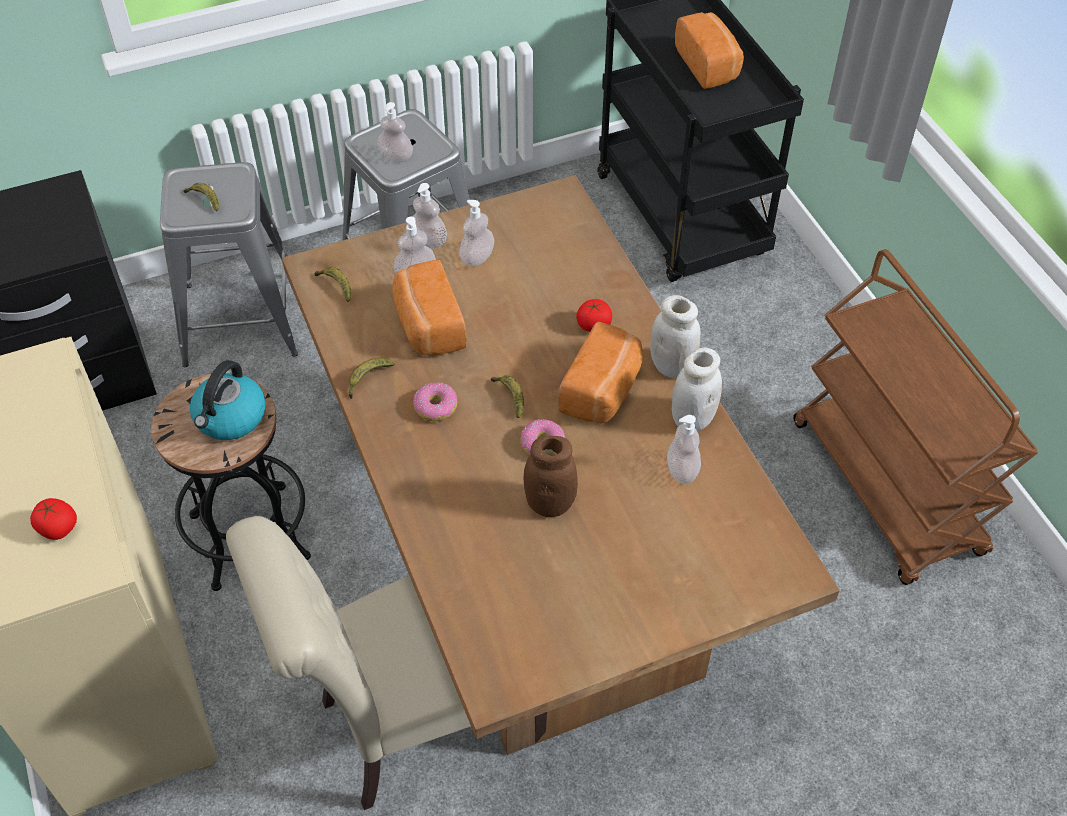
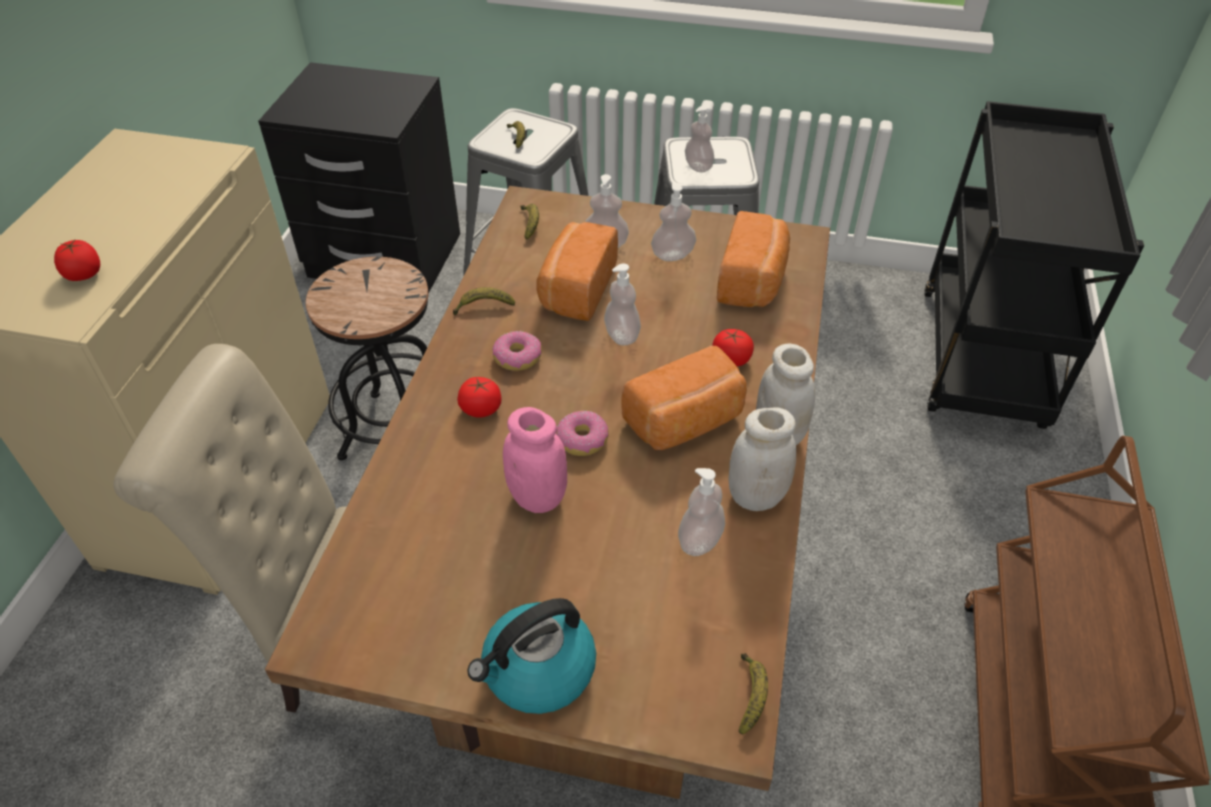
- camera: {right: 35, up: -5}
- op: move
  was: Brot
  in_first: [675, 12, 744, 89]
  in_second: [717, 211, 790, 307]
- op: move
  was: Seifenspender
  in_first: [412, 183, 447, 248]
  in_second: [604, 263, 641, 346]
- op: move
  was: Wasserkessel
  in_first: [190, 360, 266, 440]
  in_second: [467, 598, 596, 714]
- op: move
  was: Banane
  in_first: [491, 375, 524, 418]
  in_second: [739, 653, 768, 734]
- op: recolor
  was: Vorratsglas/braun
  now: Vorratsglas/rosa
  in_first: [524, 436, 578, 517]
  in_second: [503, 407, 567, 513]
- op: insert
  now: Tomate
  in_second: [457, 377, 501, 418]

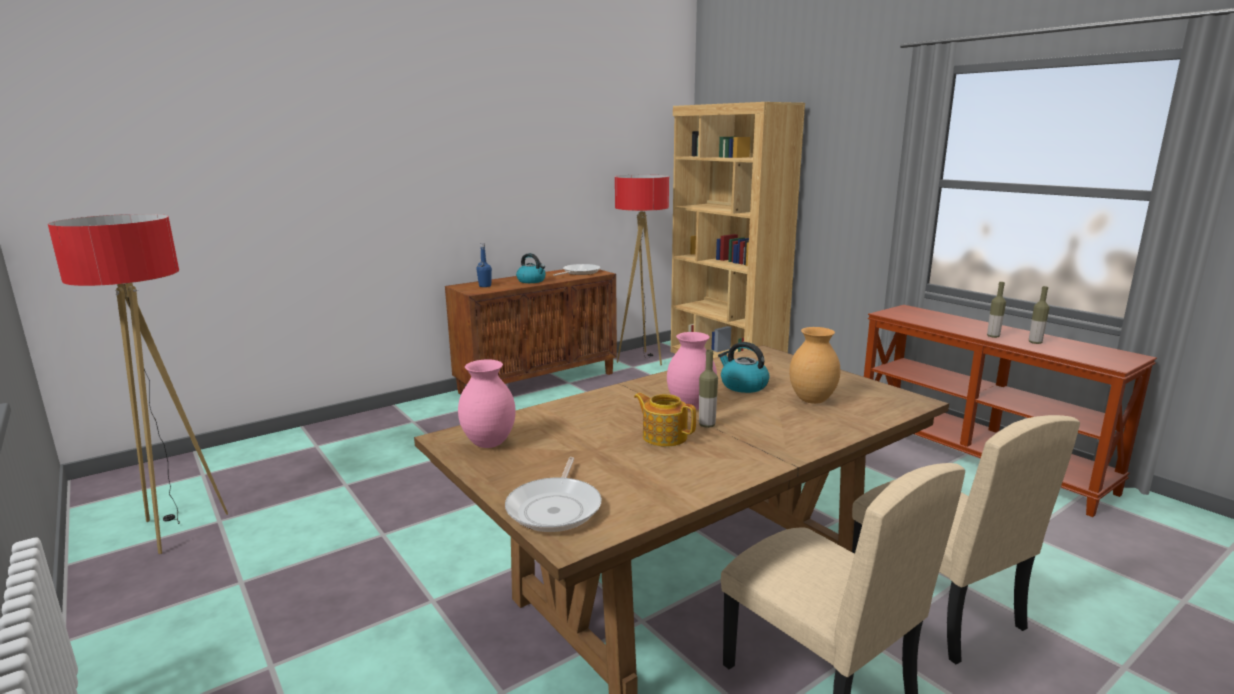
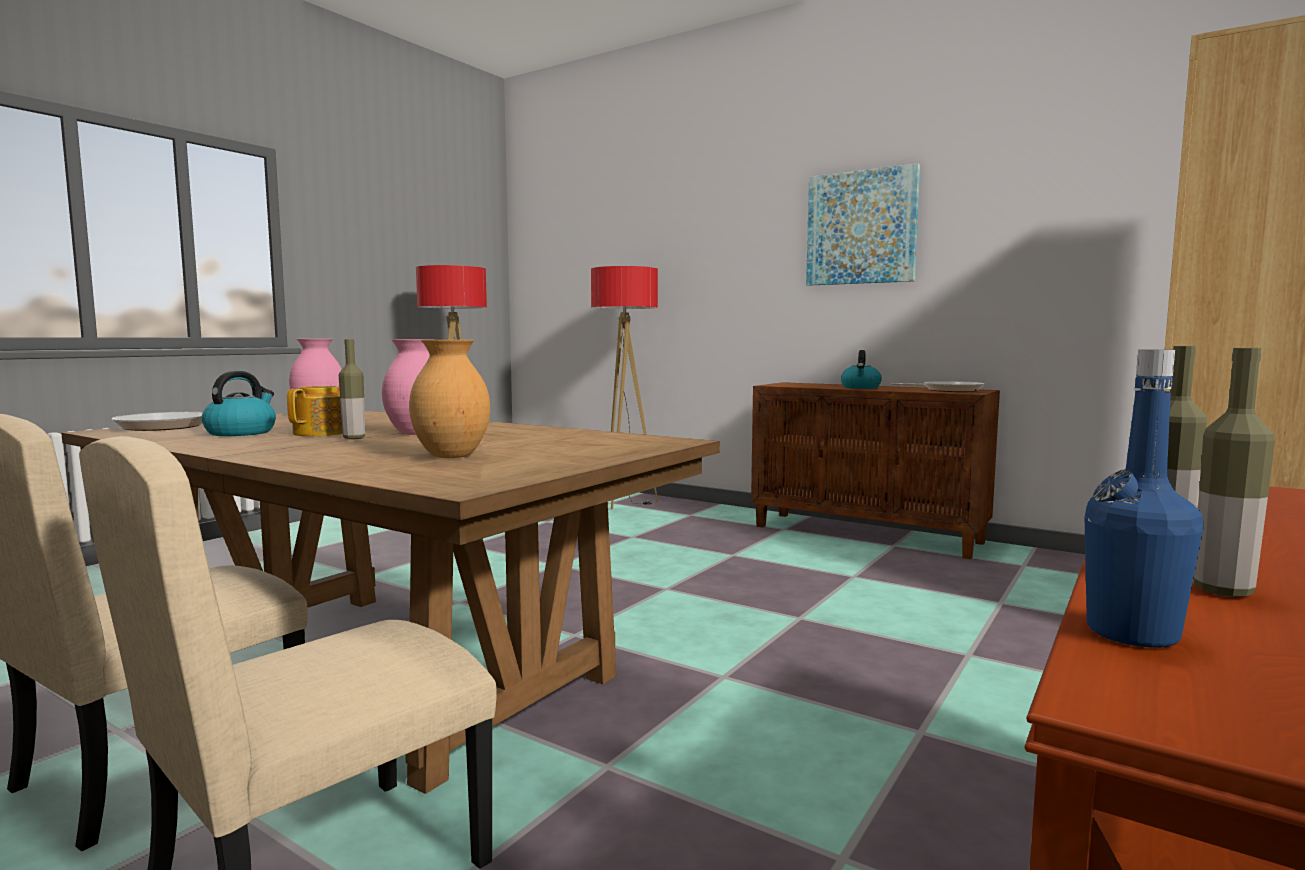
- camera: {right: 70, up: -10}
- op: move
  was: Stehlampe
  in_first: [615, 175, 669, 365]
  in_second: [591, 266, 658, 509]
- op: move
  was: Flasche/blau
  in_first: [477, 243, 492, 287]
  in_second: [1084, 350, 1203, 648]
- op: move
  was: Wasserkessel
  in_first: [718, 342, 770, 393]
  in_second: [202, 371, 276, 436]
- op: insert
  now: Bild
  in_second: [806, 163, 920, 286]

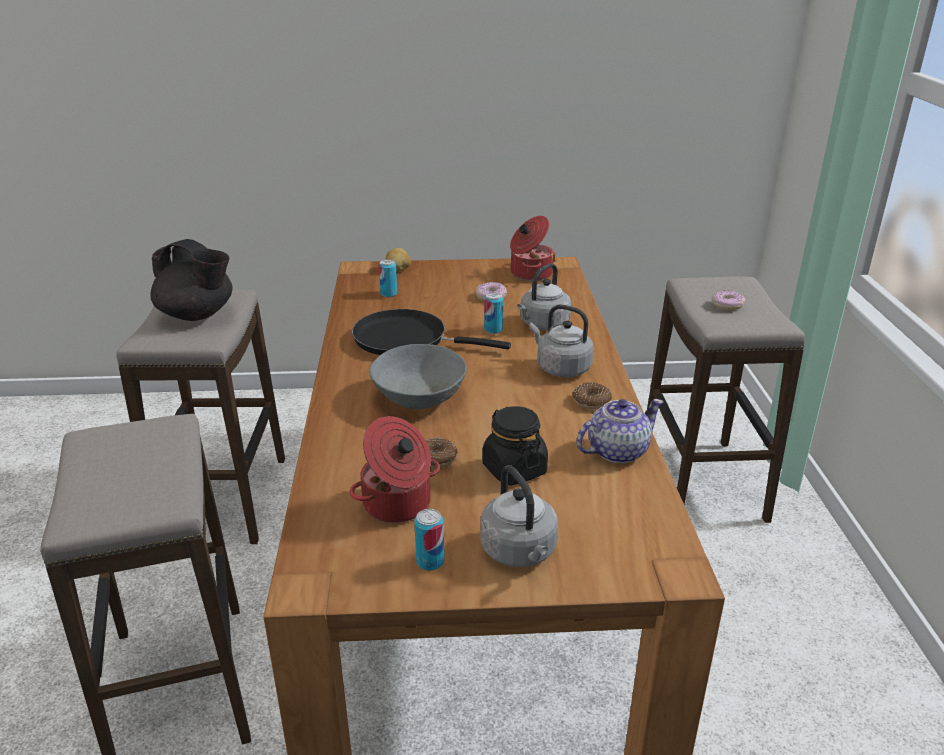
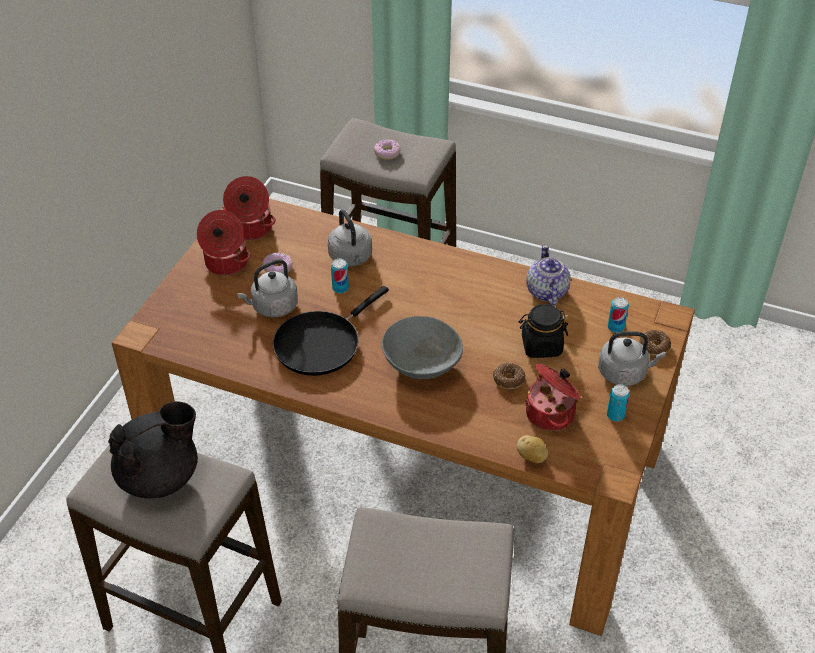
- camera: {right: -65, up: 15}
- op: move
  was: Kartoffel
  in_first: [386, 248, 411, 272]
  in_second: [517, 435, 548, 464]
- op: move
  was: Dose
  in_first: [379, 259, 397, 297]
  in_second: [608, 297, 629, 333]
- op: move
  was: Wasserkessel/grau
  in_first: [529, 304, 594, 377]
  in_second: [237, 259, 298, 317]
- op: move
  was: Donut
  in_first: [573, 382, 612, 409]
  in_second: [640, 330, 671, 356]
- op: insert
  now: Kochtopf
  in_second: [197, 210, 251, 276]

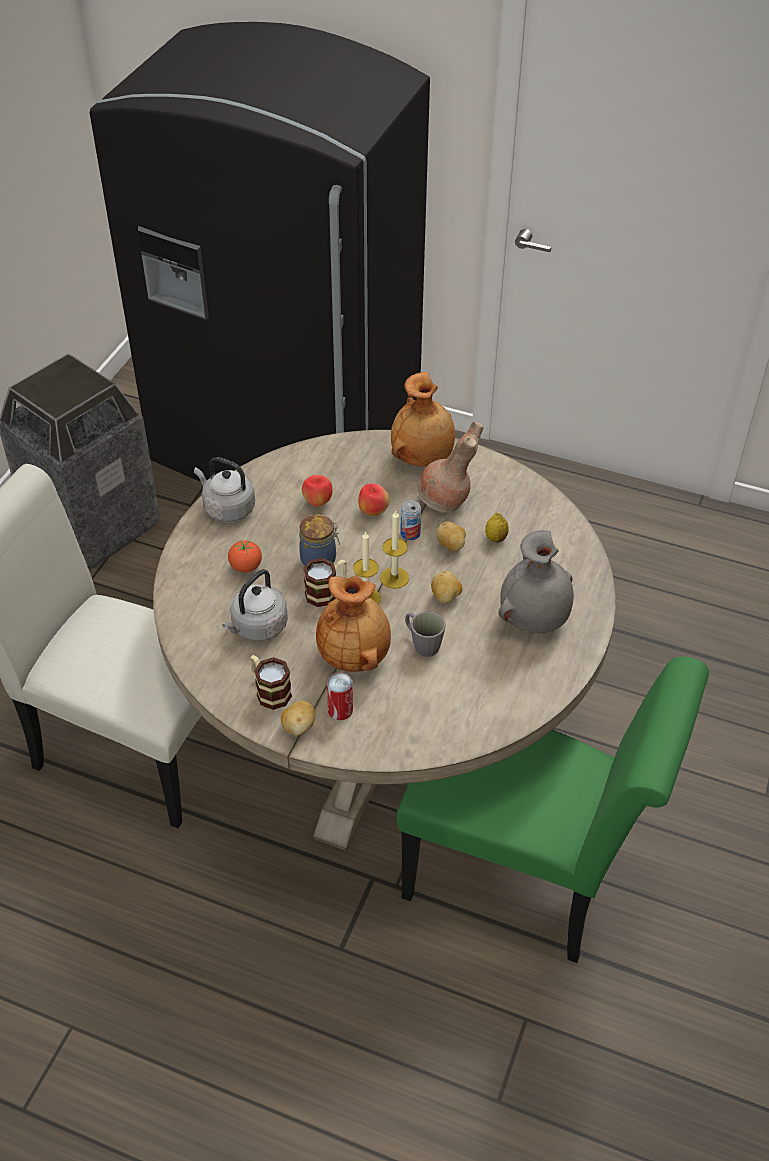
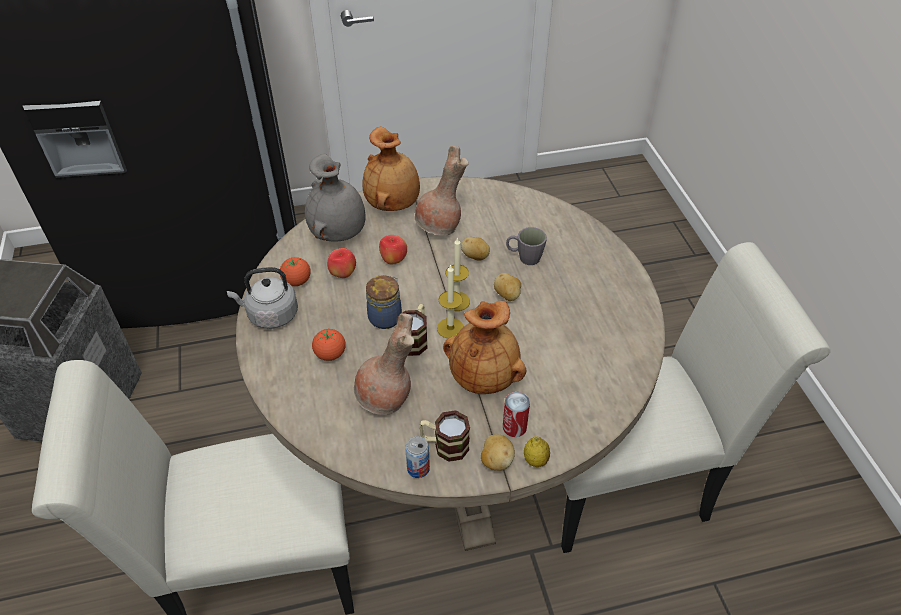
- camera: {right: -35, up: 0}
- op: move
  was: Dose
  in_first: [400, 500, 421, 540]
  in_second: [405, 436, 430, 478]
- op: move
  was: Zitrone
  in_first: [485, 513, 509, 543]
  in_second: [524, 436, 550, 467]
- op: move
  was: Vase/grau
  in_first: [498, 530, 574, 634]
  in_second: [305, 154, 366, 242]
- op: replace
  was: Wasserkessel/grau
  now: Vase/braun
  in_first: [222, 569, 288, 641]
  in_second: [354, 313, 414, 415]
- op: move
  was: Henkelbecher/grau
  in_first: [405, 612, 446, 657]
  in_second: [506, 227, 547, 265]
- op: recolor
  was: Stuhl/grün
  now: Stuhl/weiß
  in_first: [397, 657, 709, 963]
  in_second: [561, 242, 831, 553]
- op: insert
  now: Tomate
  in_second: [280, 257, 311, 286]

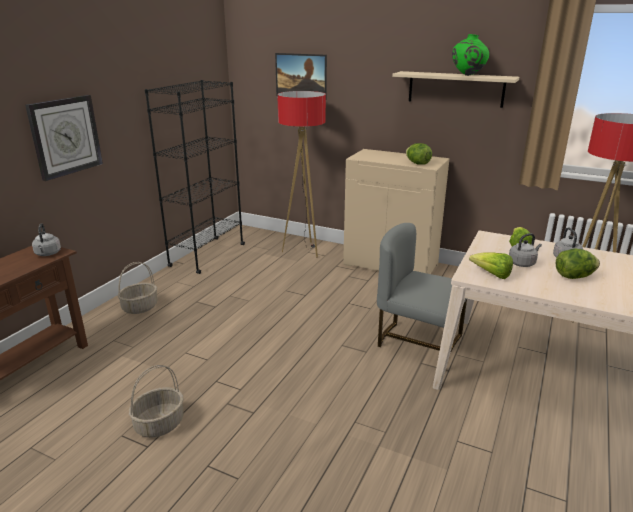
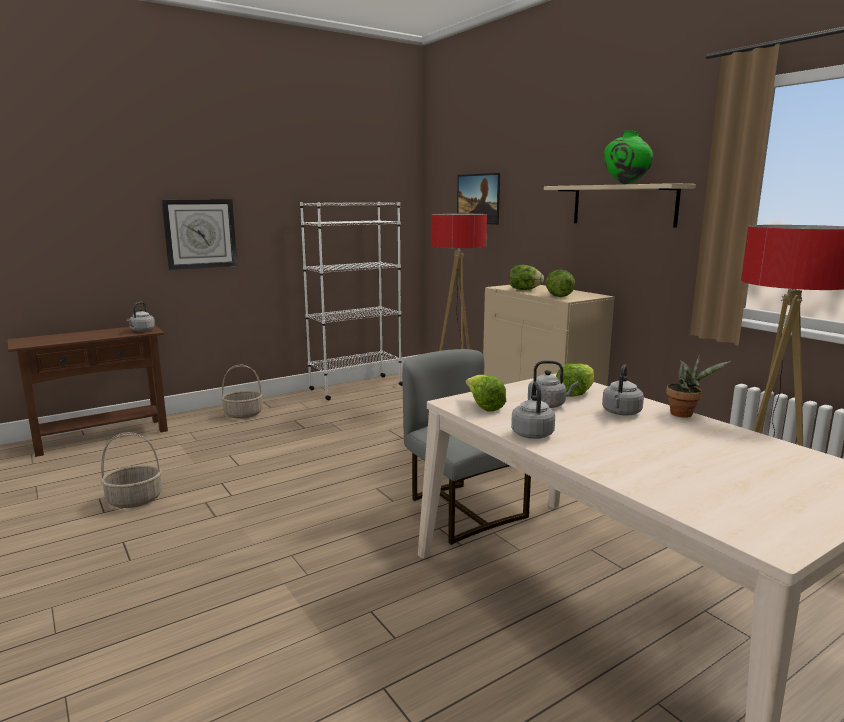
- camera: {right: 30, up: -10}
- op: recolor
  was: Bücherregal/schwarz
  now: Bücherregal/weiß
  in_first: [145, 80, 245, 274]
  in_second: [300, 202, 403, 400]
- op: move
  was: Salatkopf
  in_first: [556, 248, 600, 279]
  in_second: [509, 265, 544, 290]
- op: insert
  now: Topfpflanze
  in_second: [666, 355, 731, 418]
- op: insert
  now: Wasserkessel/grau
  in_second: [511, 382, 555, 439]

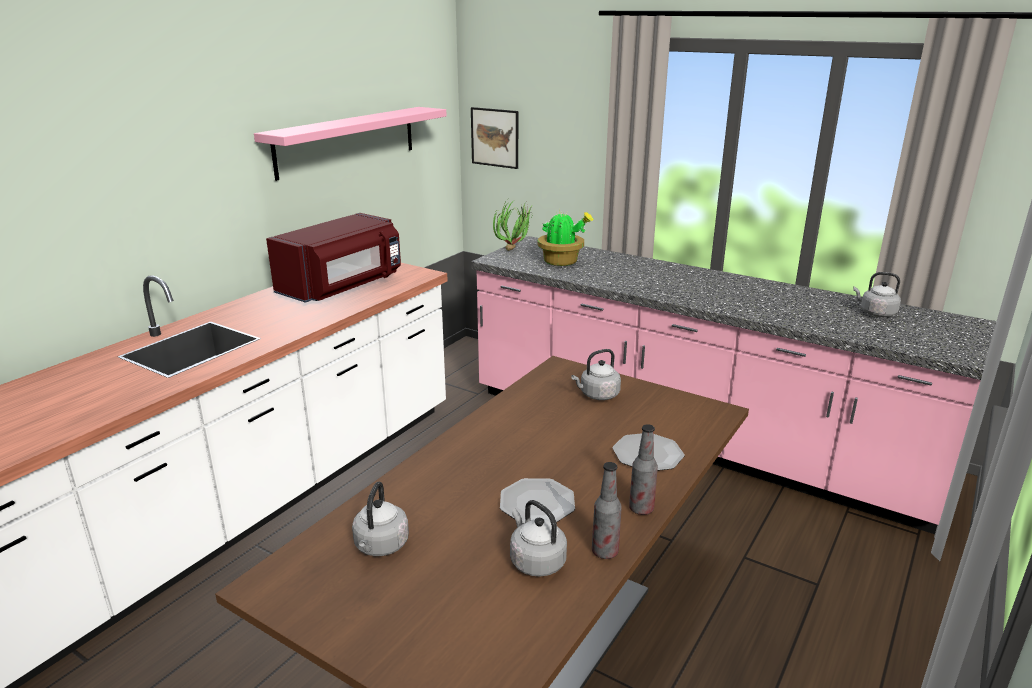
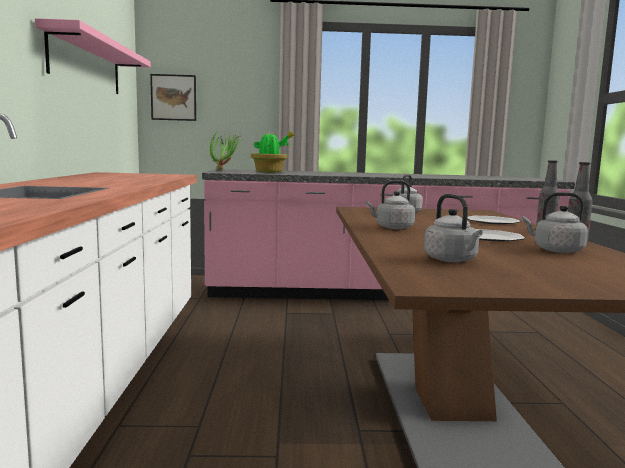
- camera: {right: -35, up: -15}
- op: delete
  was: Mikrowelle/rot
  in_first: [266, 213, 401, 303]
- op: move
  was: Wasserkessel/grau
  in_first: [853, 272, 901, 317]
  in_second: [366, 180, 415, 229]

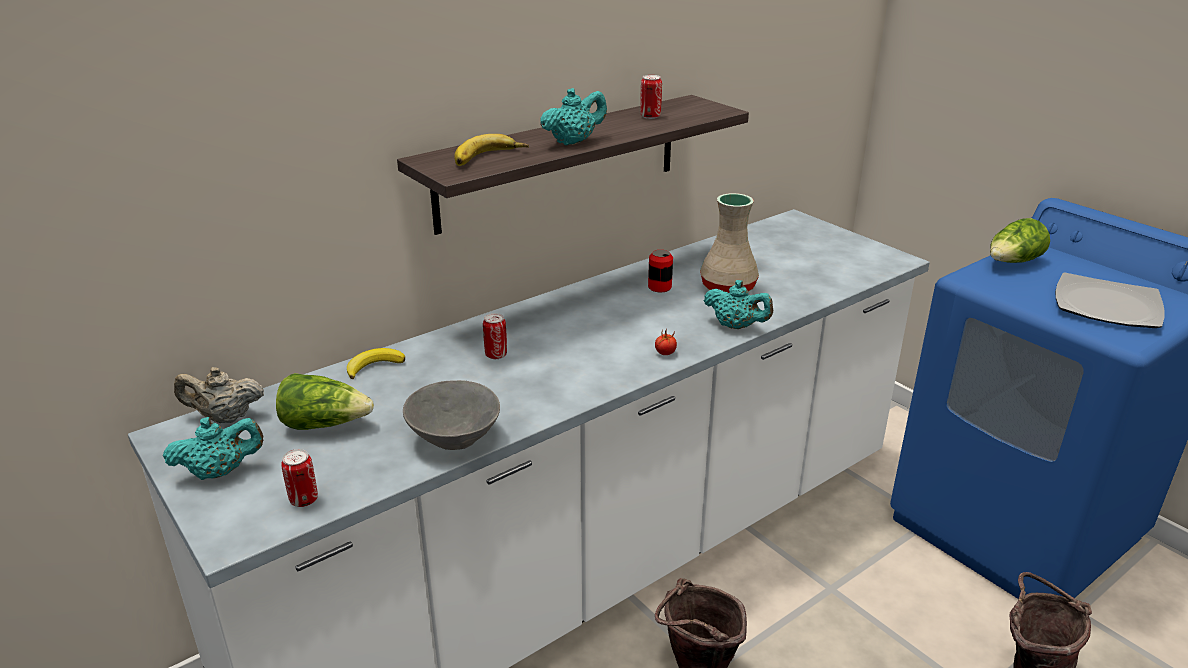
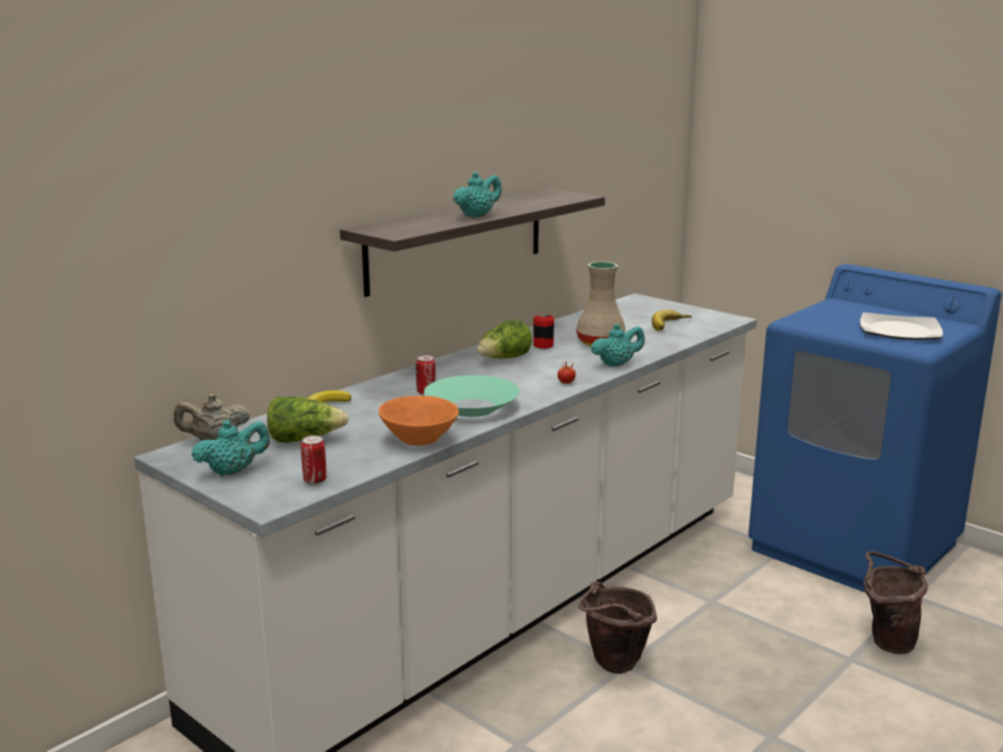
- camera: {right: -10, up: -10}
- op: delete
  was: Dose
  in_first: [640, 75, 662, 119]
- op: move
  was: Banane
  in_first: [454, 134, 529, 166]
  in_second: [652, 310, 692, 331]
- op: move
  was: Salatkopf
  in_first: [990, 218, 1050, 263]
  in_second: [477, 319, 532, 358]
- op: rotate
  was: Teekanne/türkis
  in_first: [704, 280, 773, 329]
  in_second: [591, 324, 645, 367]
  clockwise: -45
- op: recolor
  was: Schüssel/grau
  now: Schüssel/orange
  in_first: [403, 380, 500, 450]
  in_second: [379, 396, 459, 446]
- op: insert
  now: Schüssel/türkis
  in_second: [424, 375, 520, 417]

